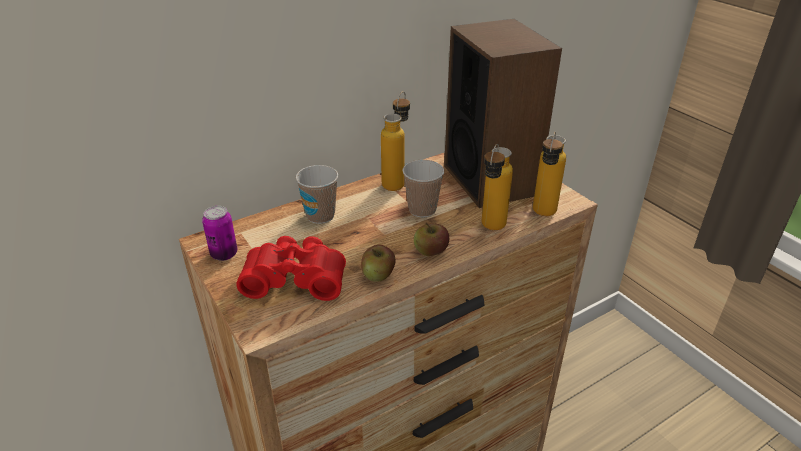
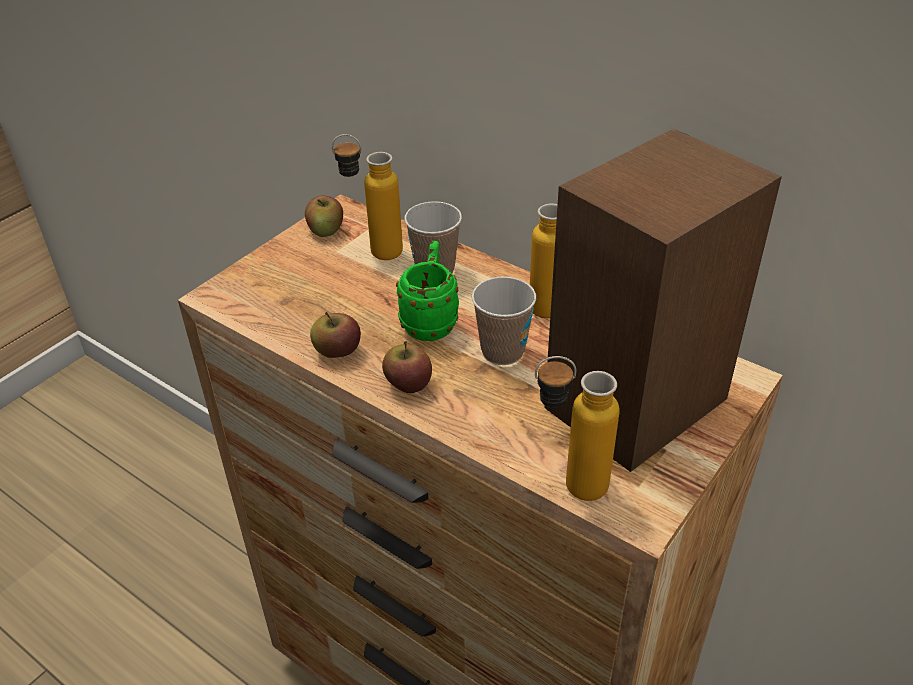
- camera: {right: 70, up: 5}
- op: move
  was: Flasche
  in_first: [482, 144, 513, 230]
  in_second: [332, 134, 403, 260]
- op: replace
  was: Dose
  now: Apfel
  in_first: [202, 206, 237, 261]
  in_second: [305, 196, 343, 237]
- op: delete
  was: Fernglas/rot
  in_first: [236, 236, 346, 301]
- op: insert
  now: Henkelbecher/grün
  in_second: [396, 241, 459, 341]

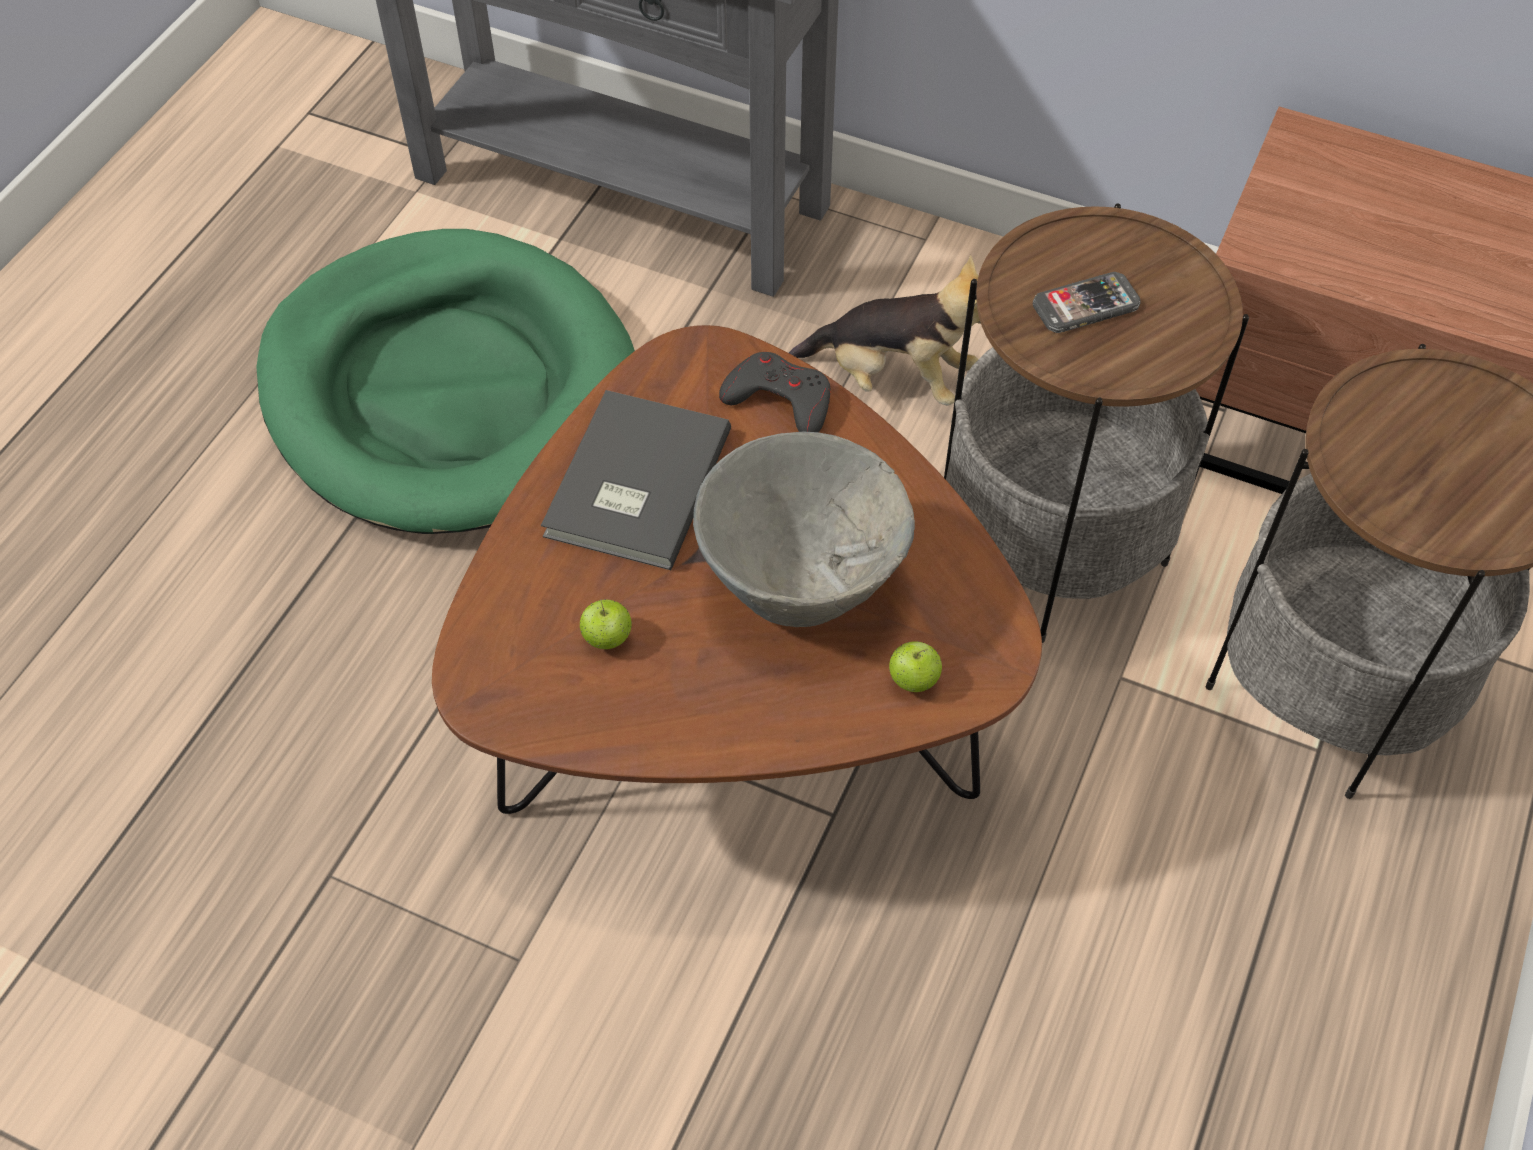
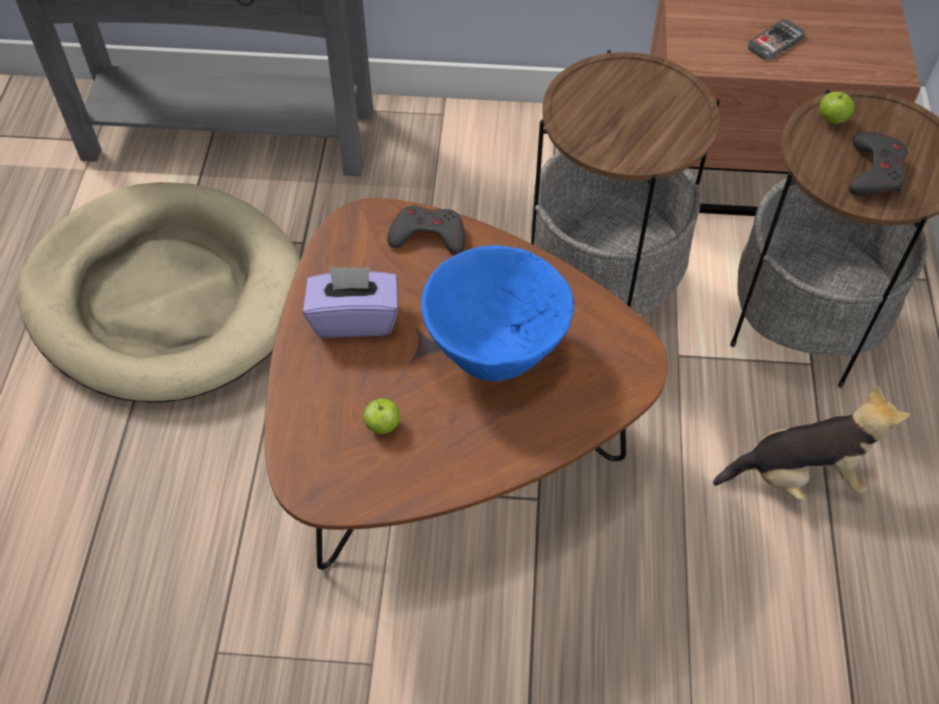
- camera: {right: -20, up: 0}
- op: recolor
  was: Hundebett/grün
  now: Hundebett/beige
  in_first: [256, 229, 635, 534]
  in_second: [17, 182, 300, 403]
- op: move
  was: Plüschtier
  in_first: [789, 255, 981, 405]
  in_second: [713, 385, 909, 502]
- op: move
  was: Handy
  in_first: [1033, 272, 1141, 333]
  in_second: [747, 20, 805, 60]
- op: replace
  was: Buch/grau
  now: Taschentuchbox/lila
  in_first: [541, 390, 731, 570]
  in_second: [303, 267, 398, 338]
- op: recolor
  was: Schüssel/grau
  now: Schüssel/blau
  in_first: [693, 432, 915, 627]
  in_second: [421, 245, 574, 381]
- op: move
  was: Apfel
  in_first: [889, 641, 942, 692]
  in_second: [819, 90, 854, 124]
- op: insert
  now: Gamepad/grau
  in_second: [848, 132, 908, 196]

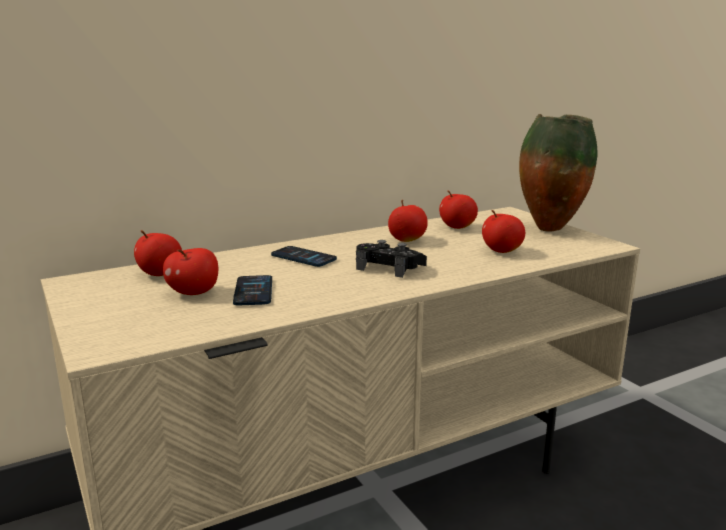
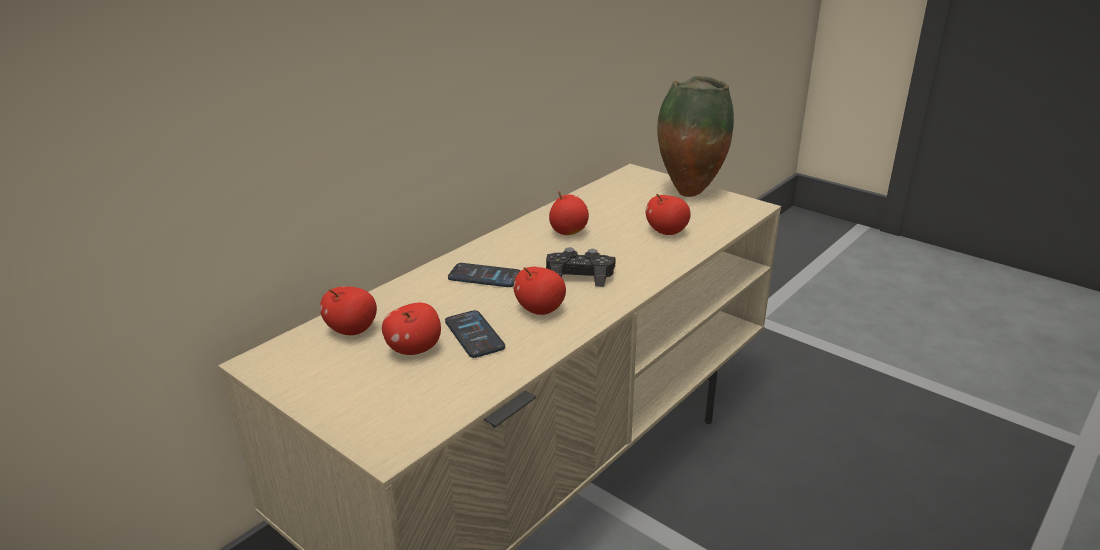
- camera: {right: -20, up: 10}
- op: move
  was: Apfel
  in_first: [439, 191, 478, 229]
  in_second: [514, 267, 566, 315]

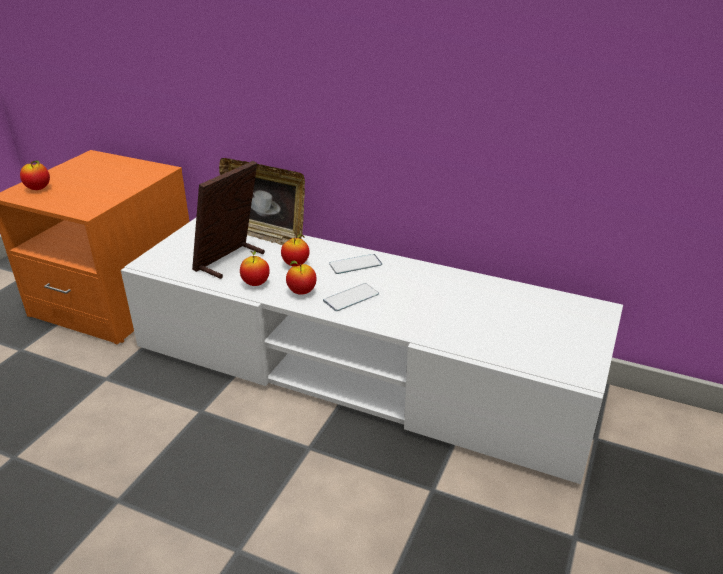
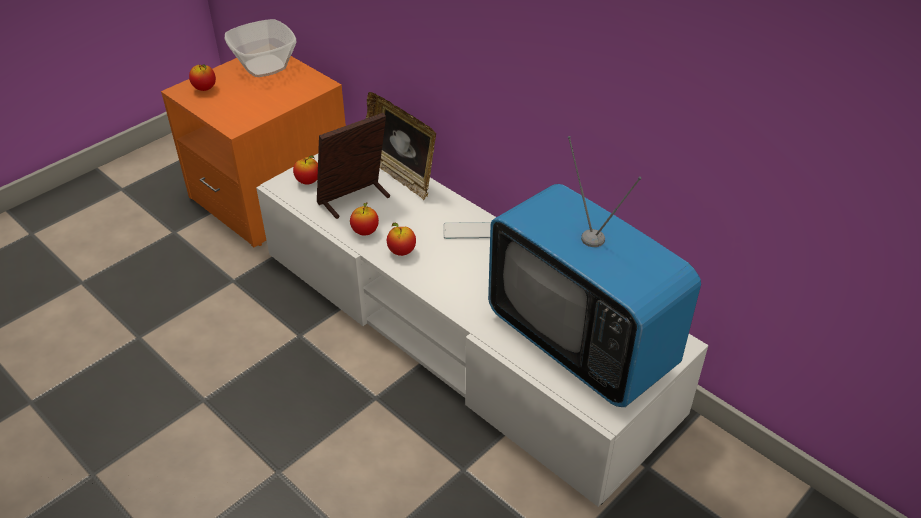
- camera: {right: 20, up: 10}
- op: move
  was: Apfel
  in_first: [281, 234, 310, 266]
  in_second: [293, 155, 318, 185]
- op: delete
  was: Handy
  in_first: [323, 283, 379, 311]
- op: insert
  now: Schüssel
  in_second: [225, 19, 296, 77]
- op: insert
  now: Fernseher
  in_second: [488, 136, 701, 407]

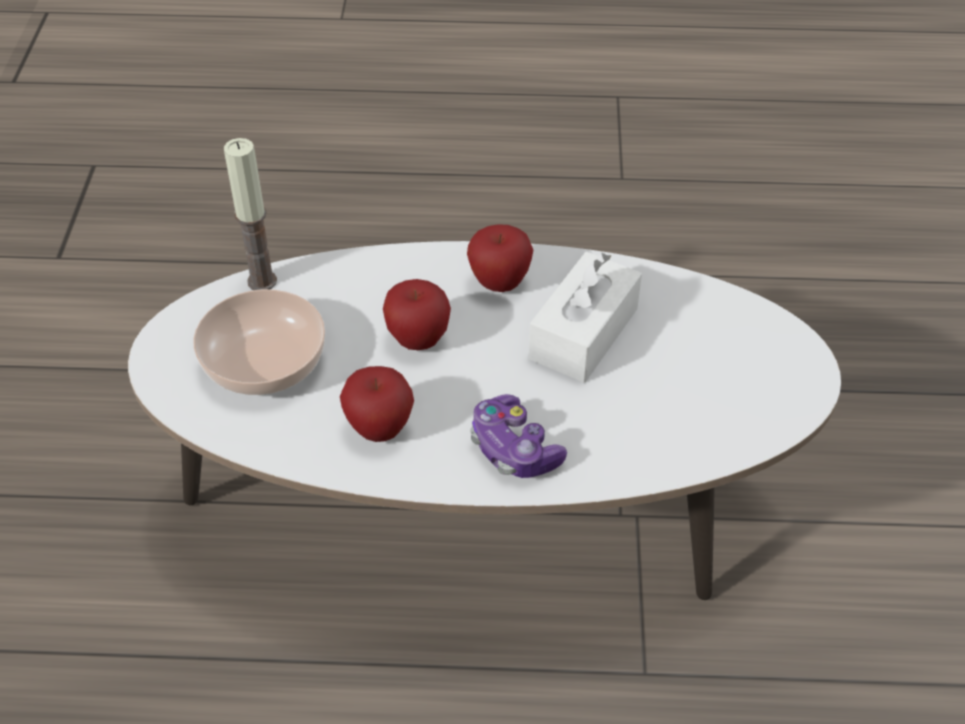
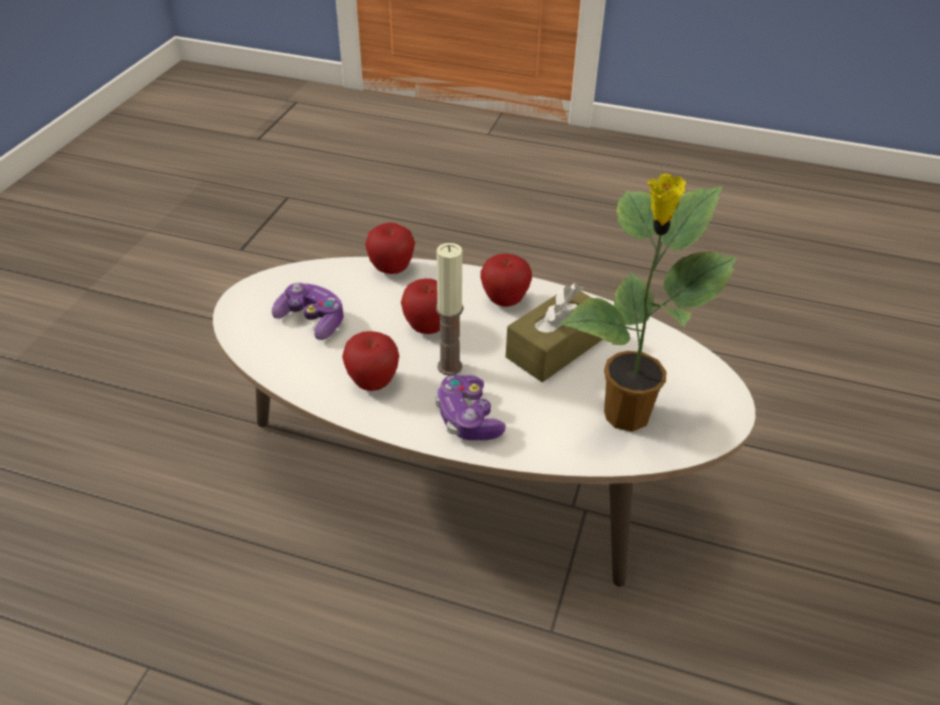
- camera: {right: 15, up: -5}
- op: move
  was: Kerze
  in_first: [224, 138, 277, 290]
  in_second: [436, 243, 463, 375]
- op: recolor
  was: Taschentuchbox/weiß
  now: Taschentuchbox/braun
  in_first: [529, 252, 642, 382]
  in_second: [506, 283, 603, 382]
- op: replace
  was: Schüssel
  now: Gamepad
  in_first: [193, 289, 325, 395]
  in_second: [272, 283, 344, 340]
- op: insert
  now: Topfpflanze
  in_second: [559, 173, 737, 432]
- op: insert
  now: Apfel
  in_second: [365, 222, 415, 274]

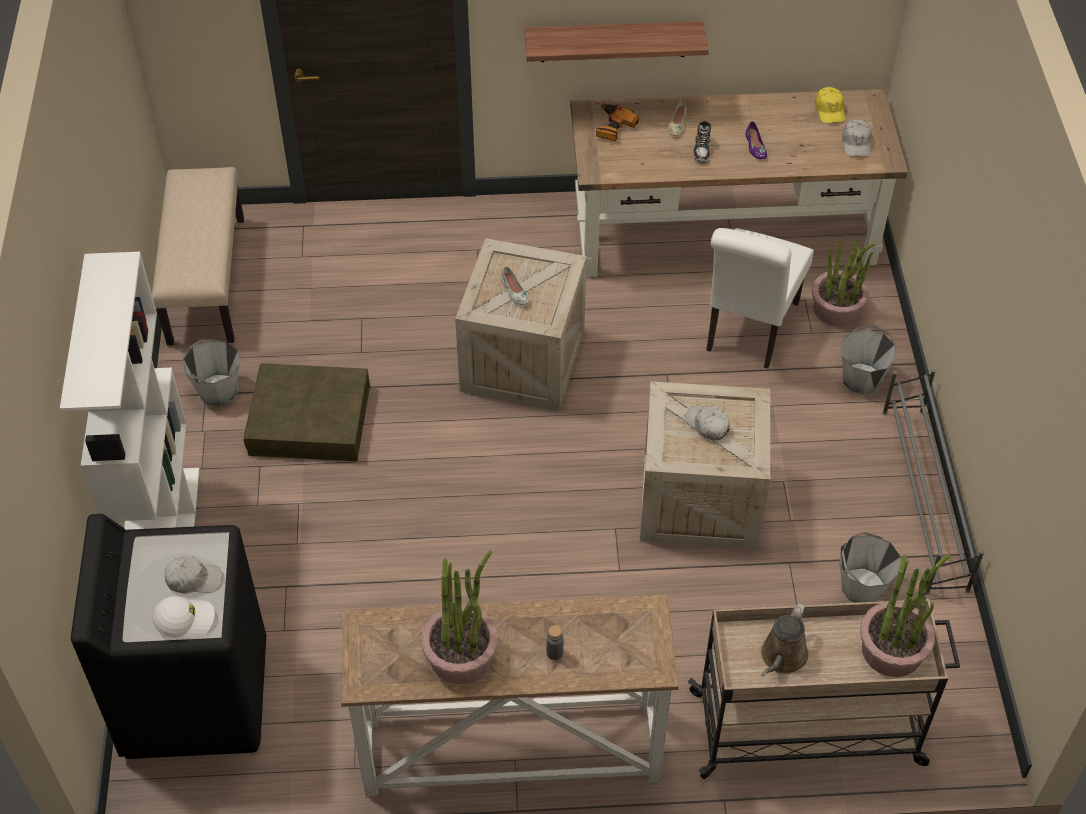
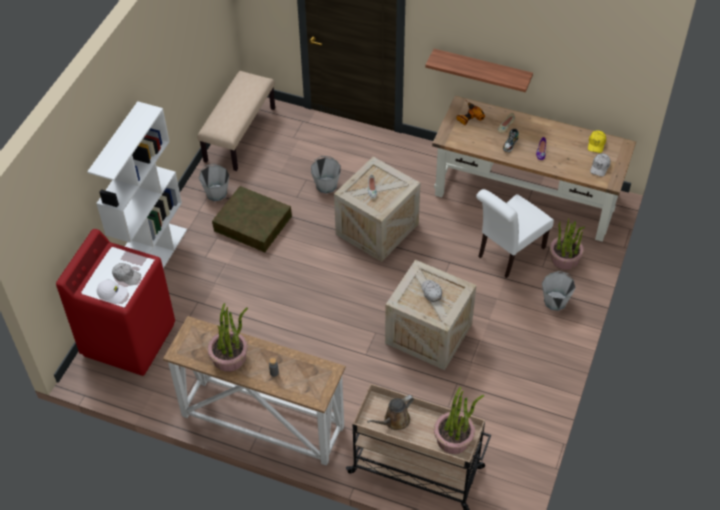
- camera: {right: 25, up: 0}
- op: delete
  was: Schuhregal/grau
  in_first: [882, 369, 984, 595]
- op: recolor
  was: Waschmaschine/schwarz
  now: Waschmaschine/rot
  in_first: [71, 514, 266, 759]
  in_second: [56, 229, 175, 376]
- op: move
  was: Eimer/grau
  in_first: [839, 532, 901, 603]
  in_second: [311, 156, 341, 194]

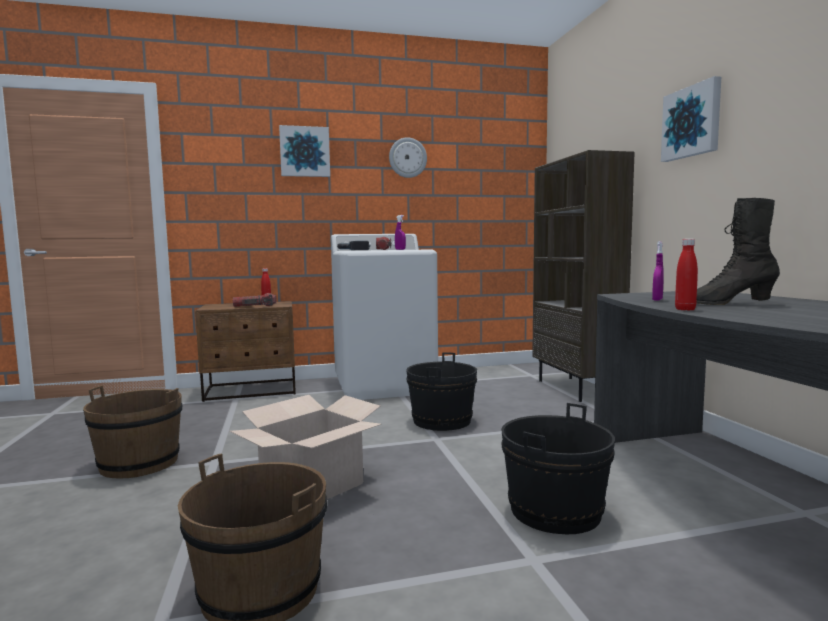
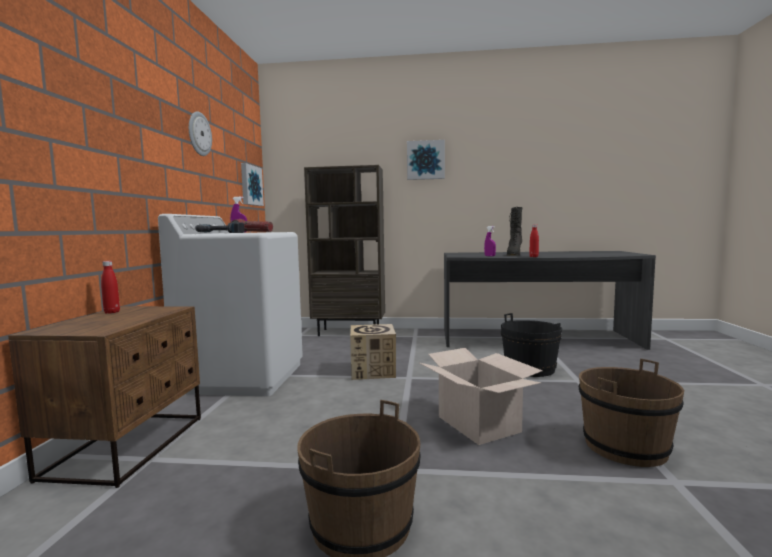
- camera: {right: -70, up: 0}
- op: move
  was: Bild
  in_first: [279, 125, 330, 177]
  in_second: [241, 163, 264, 206]
- op: delete
  was: Taschenlampe
  in_first: [233, 293, 277, 307]
- op: replace
  was: Eimer/schwarz
  now: Karton
  in_first: [406, 352, 477, 431]
  in_second: [350, 324, 396, 380]

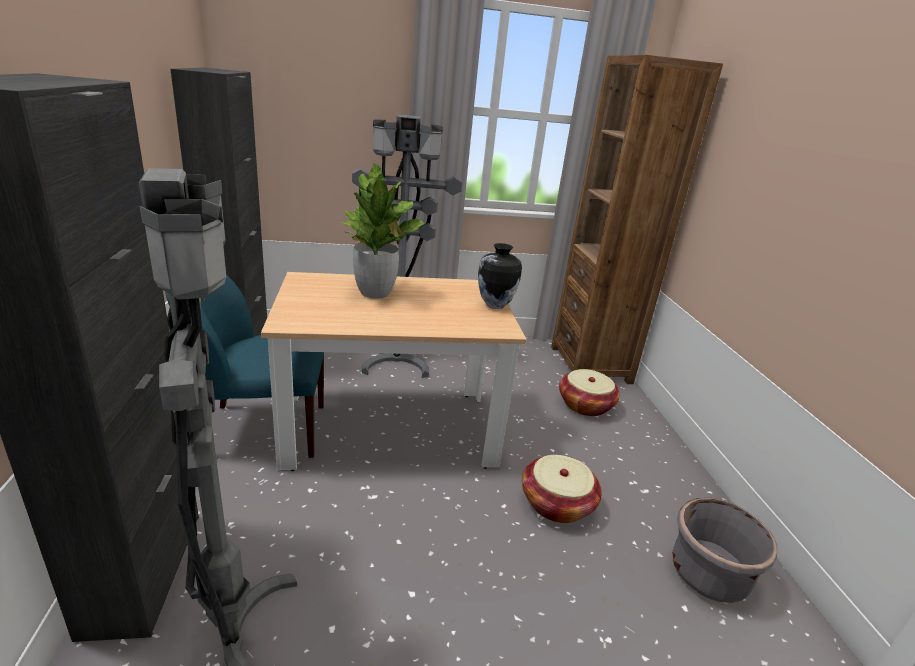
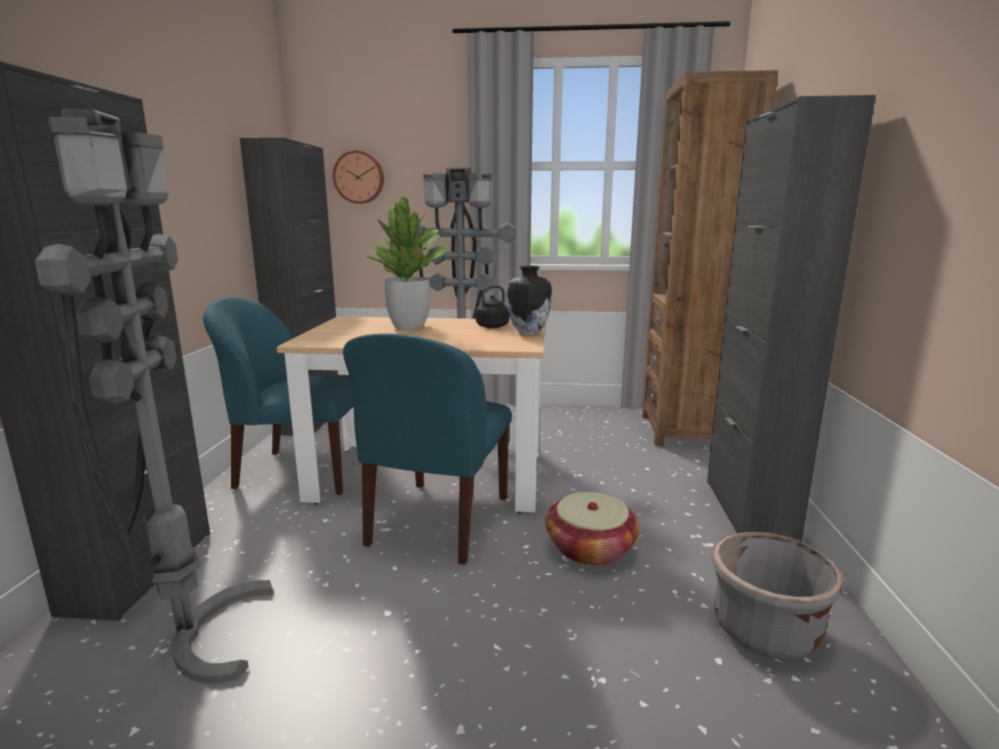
- camera: {right: 15, up: -10}
- op: delete
  was: Korb
  in_first: [559, 369, 620, 416]
- op: insert
  now: Schrank/schwarz
  in_second: [707, 95, 876, 542]
- op: insert
  now: Wanduhr
  in_second: [333, 150, 384, 204]
- op: insert
  now: Wasserkessel/schwarz
  in_second: [476, 285, 510, 328]
- op: insert
  now: Stuhl/blau
  in_second: [343, 333, 511, 565]

